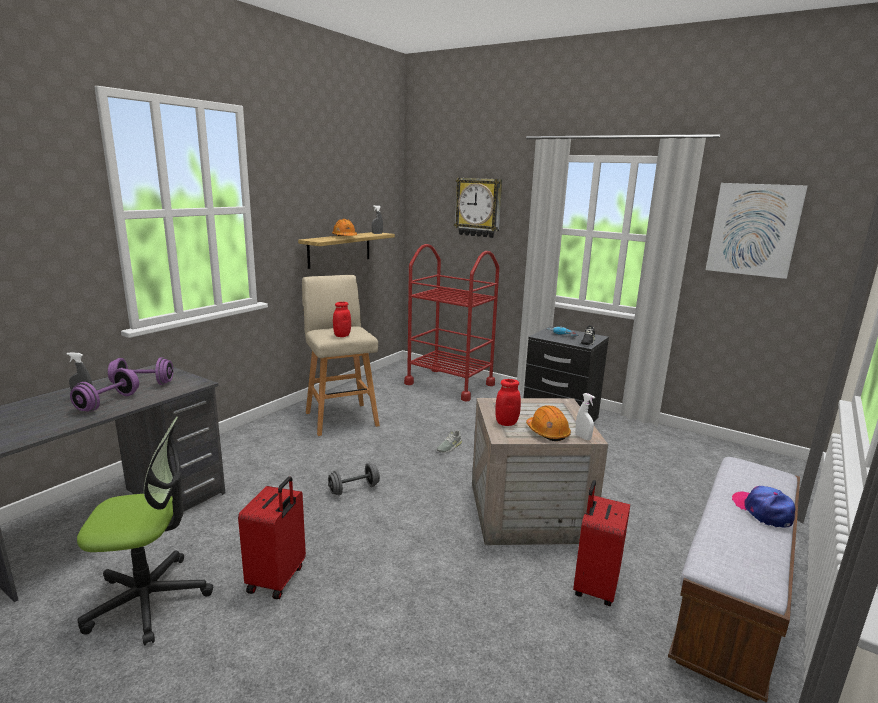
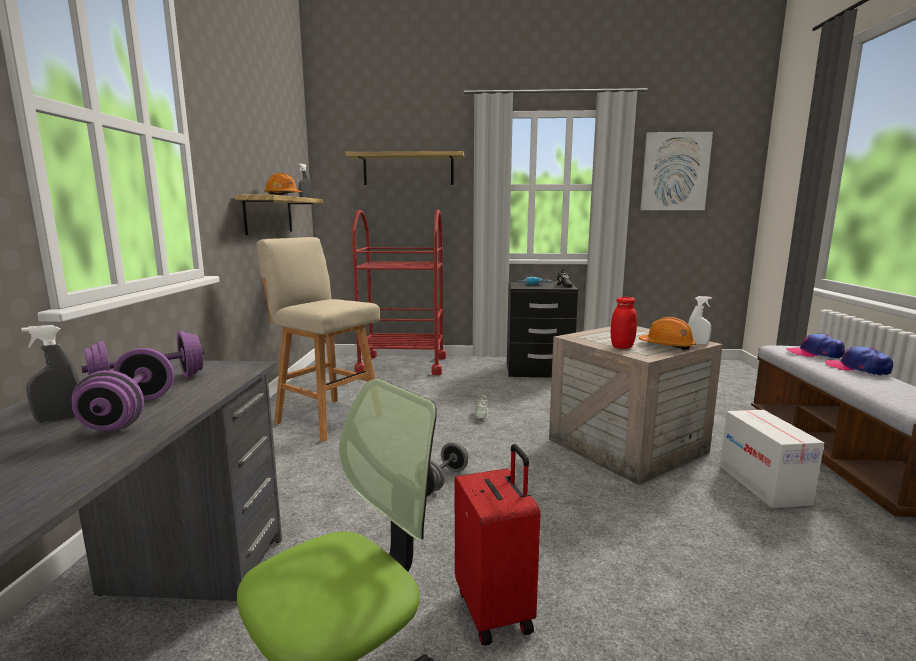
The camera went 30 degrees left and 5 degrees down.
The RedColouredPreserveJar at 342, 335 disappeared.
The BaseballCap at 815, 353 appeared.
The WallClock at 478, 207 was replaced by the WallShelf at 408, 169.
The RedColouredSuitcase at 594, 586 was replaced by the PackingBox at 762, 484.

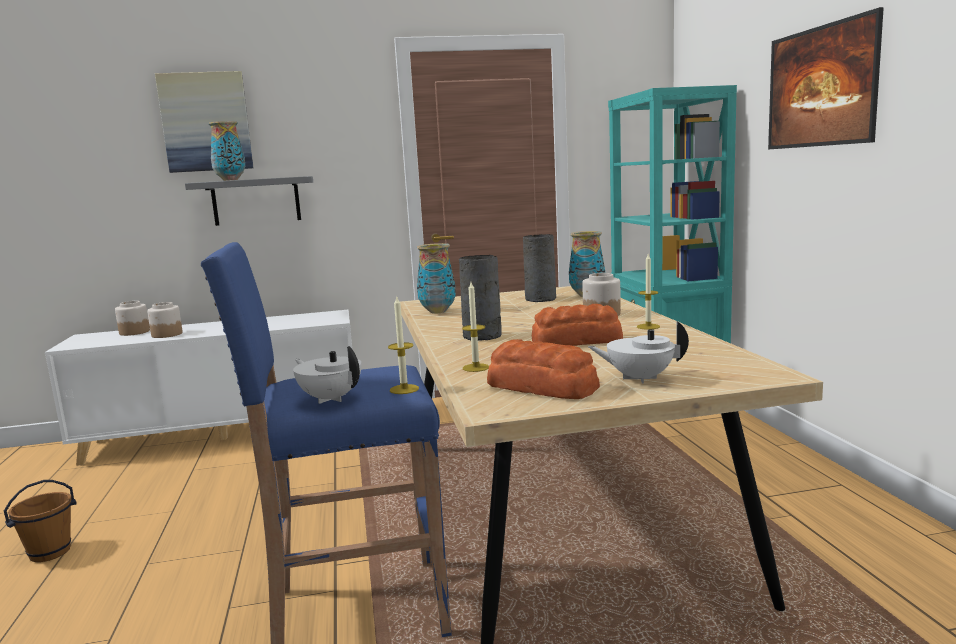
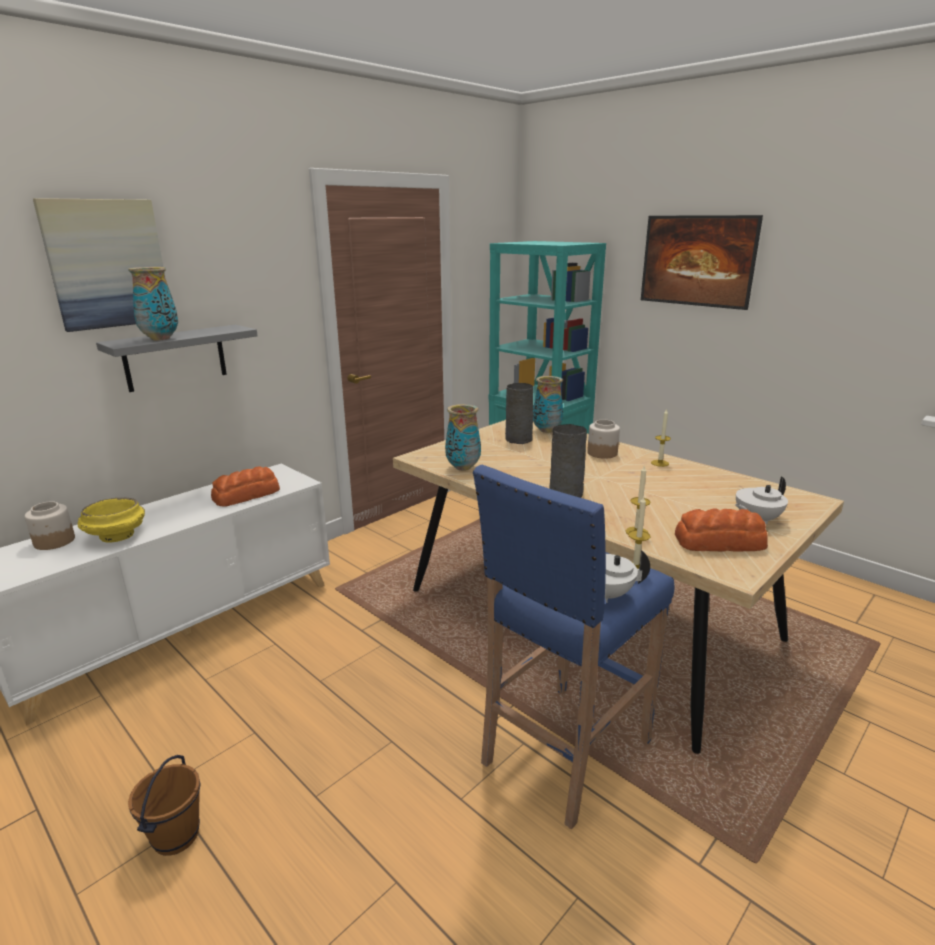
The camera went 35 degrees left and 10 degrees up.
The BakedBread moved from 577, 341 to 247, 495.
The PreserveJar at 166, 334 was replaced by the YellowColouredServingBowl at 116, 537.

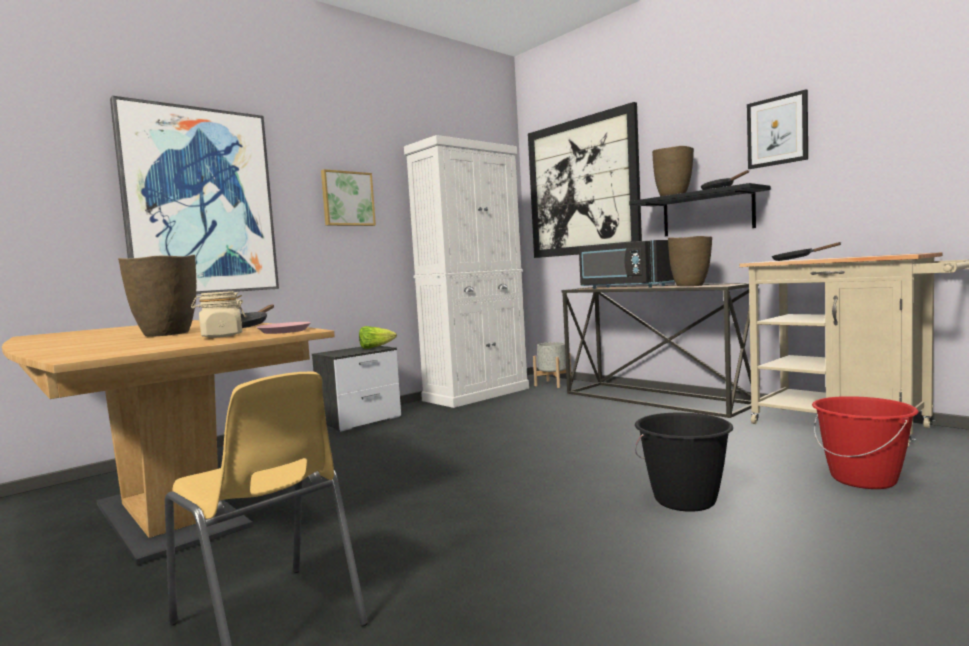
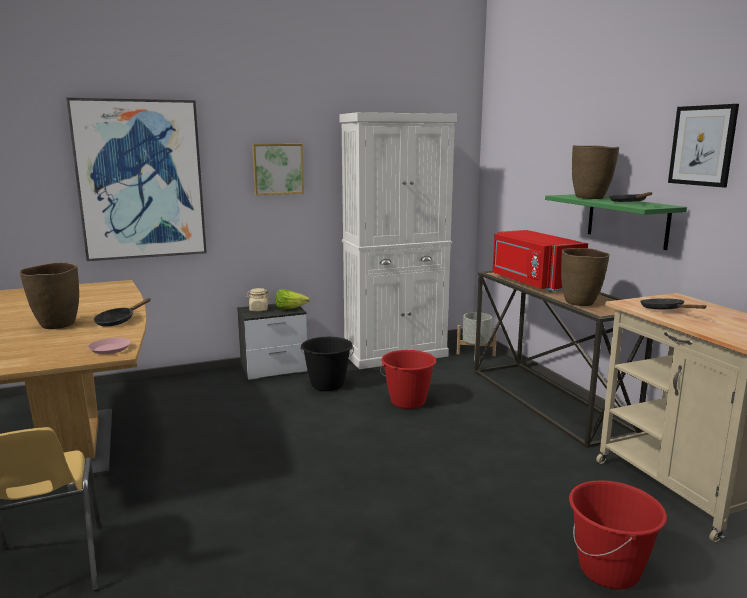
The camera went 20 degrees right and 10 degrees up.
The WallPicture at 582, 187 disappeared.
The RedColouredWaterBucket at 408, 402 appeared.
The BeigePreserveJar moved from 221, 336 to 258, 309.
The BlackColouredWaterBucket moved from 685, 500 to 327, 385.
The BlackColouredMicrowaveOven at 623, 287 became the RedColouredMicrowaveOven at 533, 283.
The BlackColouredWallShelf at 707, 213 became the GreenishWallShelf at 627, 220.

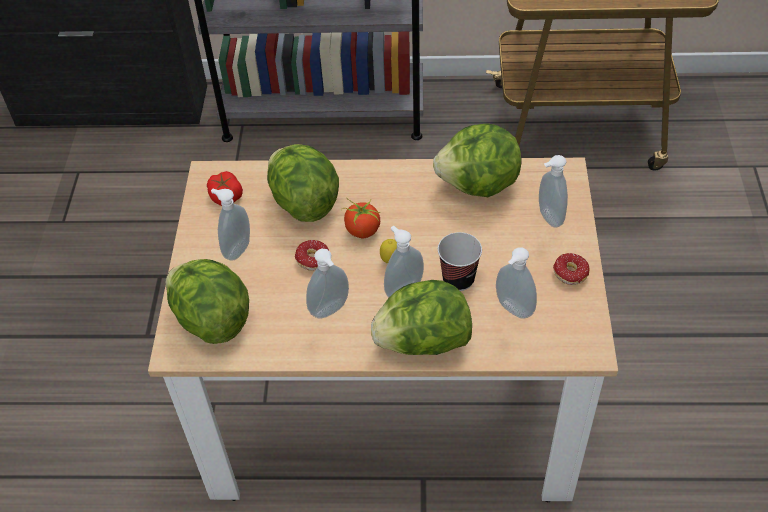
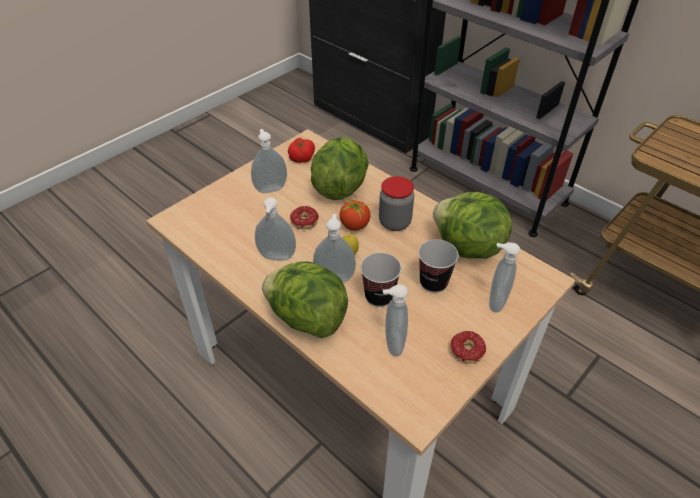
The camera went 40 degrees right and 5 degrees down.
The HeadOfLettuce at 211, 319 disappeared.
The PreserveJar at 394, 222 appeared.
The SmallCup at 433, 283 appeared.

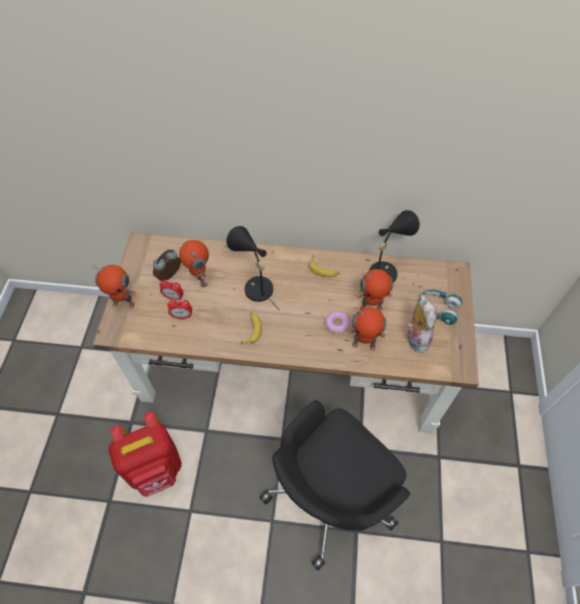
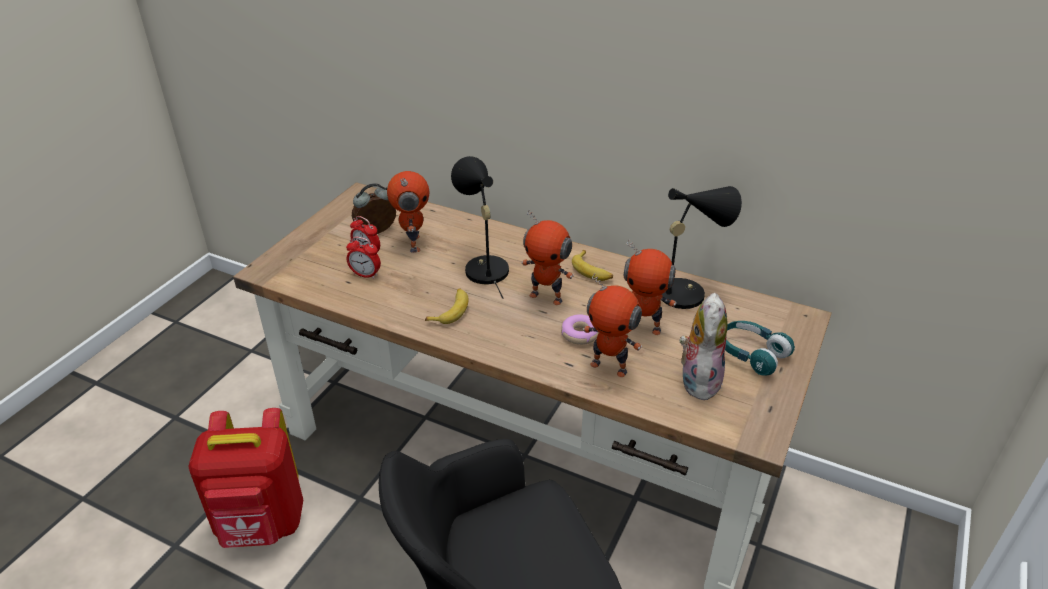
The camera went 20 degrees right and 20 degrees down.
The RobotFigure moved from 124, 303 to 546, 297.

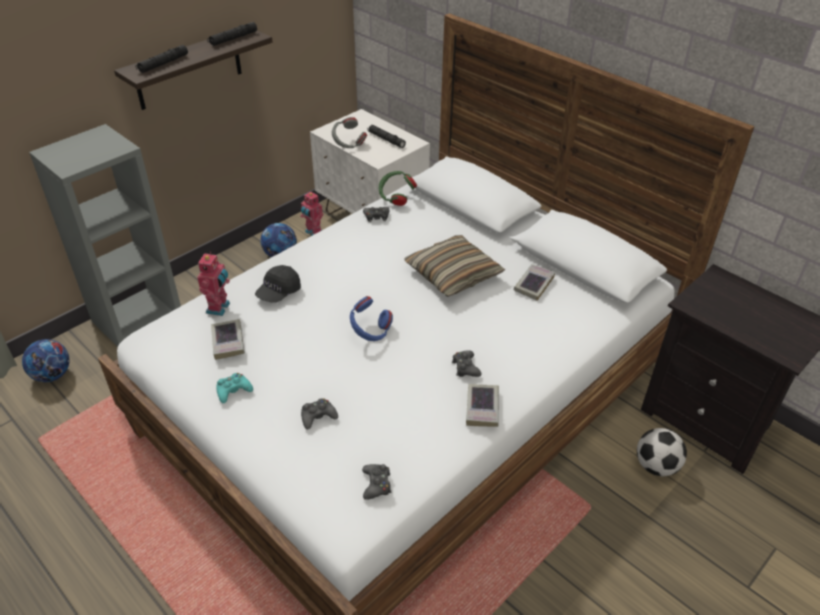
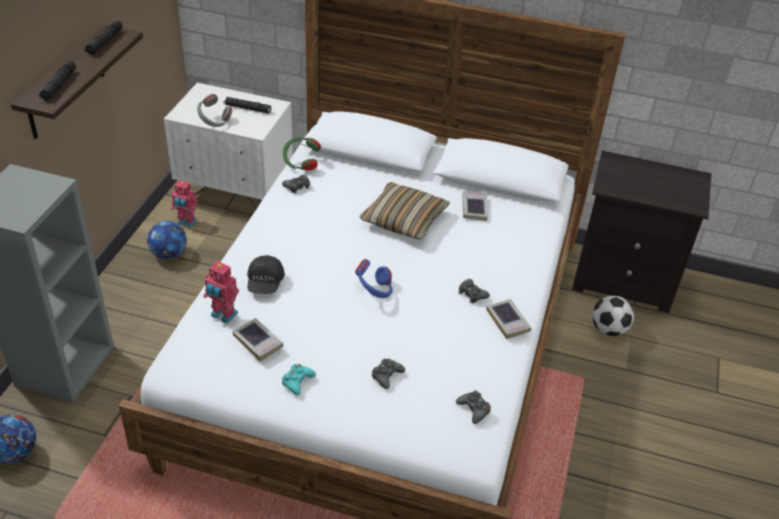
The camera went 30 degrees left and 0 degrees up.
The RobotFigure at 219, 308 turned 135 degrees clockwise.

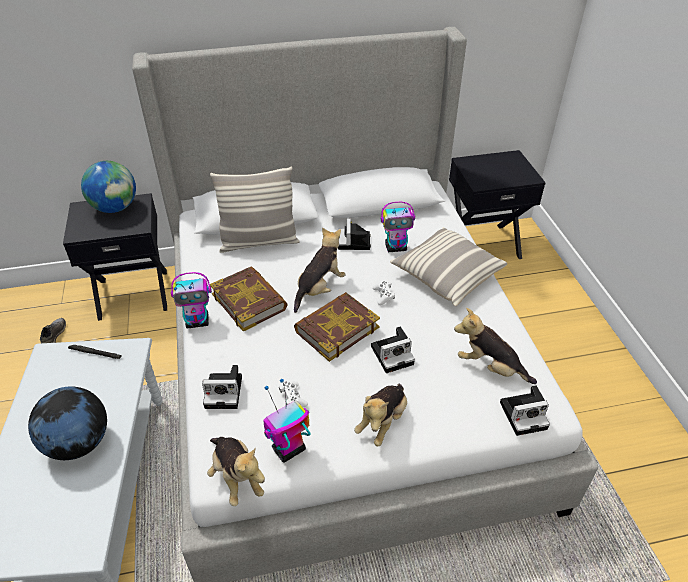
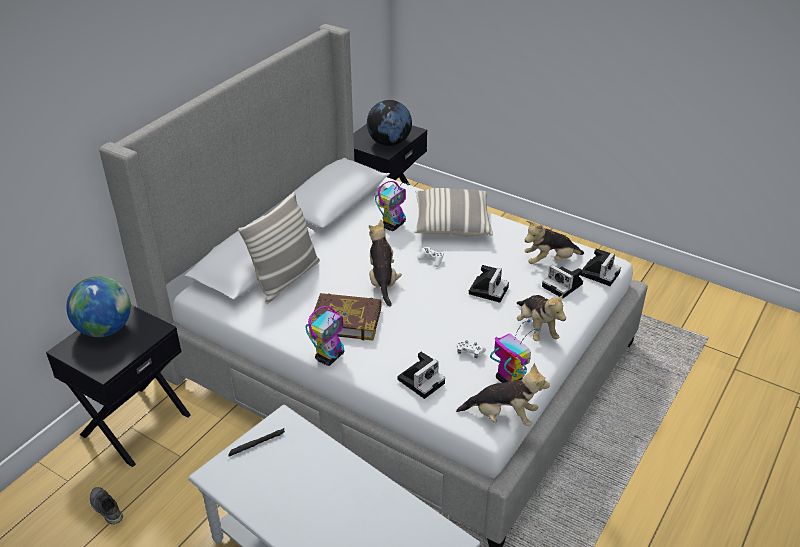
The camera went 45 degrees left and 5 degrees down.
The BoundBook at 336, 329 disappeared.
The DeskGlobe moved from 78, 443 to 389, 143.
The PhotoCamera moved from 354, 242 to 564, 285.
The RobotFigure at 288, 450 turned 135 degrees clockwise.

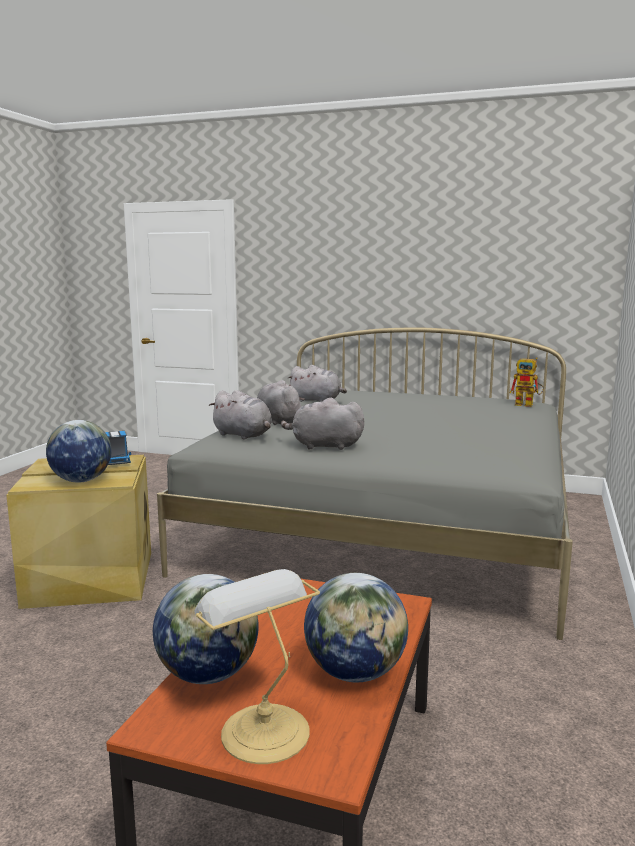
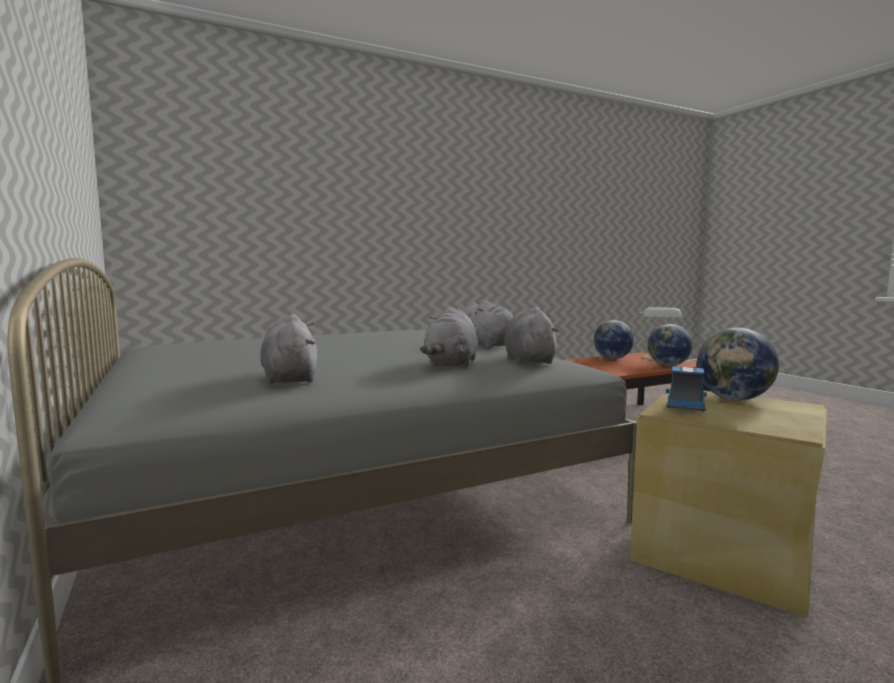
The camera went 135 degrees left and 5 degrees down.
The RobotFigure at 528, 405 disappeared.

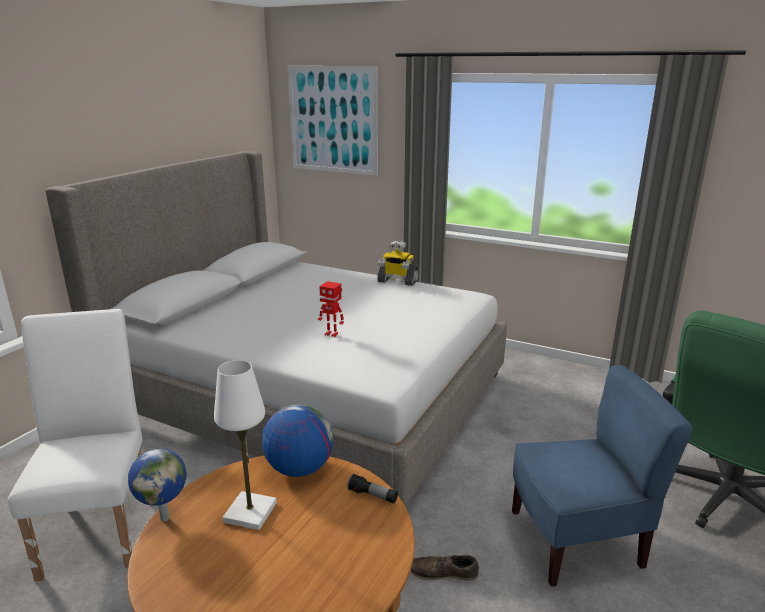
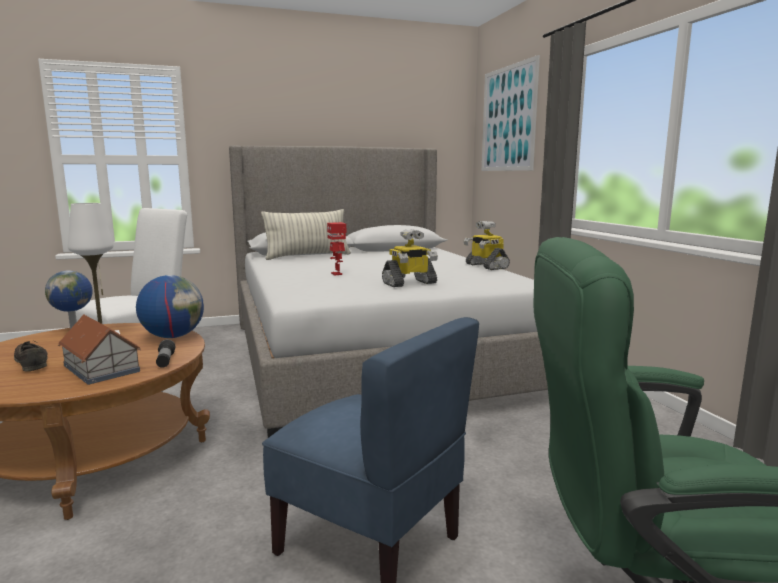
The camera went 45 degrees right and 10 degrees down.
The ModelHouse at 101, 369 appeared.
The Pillow at 307, 256 appeared.
The RobotFigure at 409, 283 appeared.
The BrownishItemOfFootwear moved from 443, 572 to 31, 362.

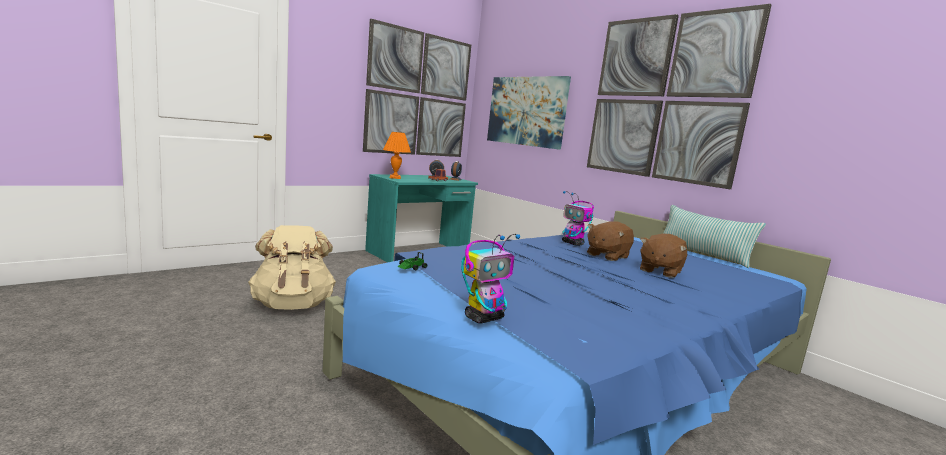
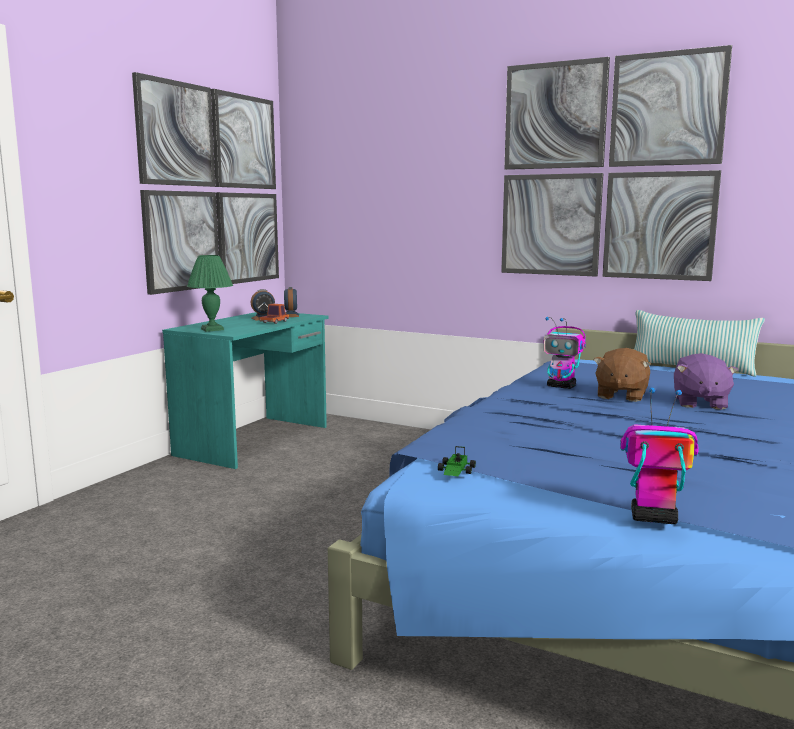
The camera went 20 degrees left and 0 degrees up.
The BeigeBackpack at 293, 305 disappeared.
The WallPicture at 526, 111 disappeared.
The OrangeTabletopLamp at 395, 178 became the GreenishTabletopLamp at 212, 329.
The BrownishPlushToy at 659, 271 became the PurpleColouredPlushToy at 699, 403.
The RobotFigure at 484, 318 turned 105 degrees counterclockwise.

